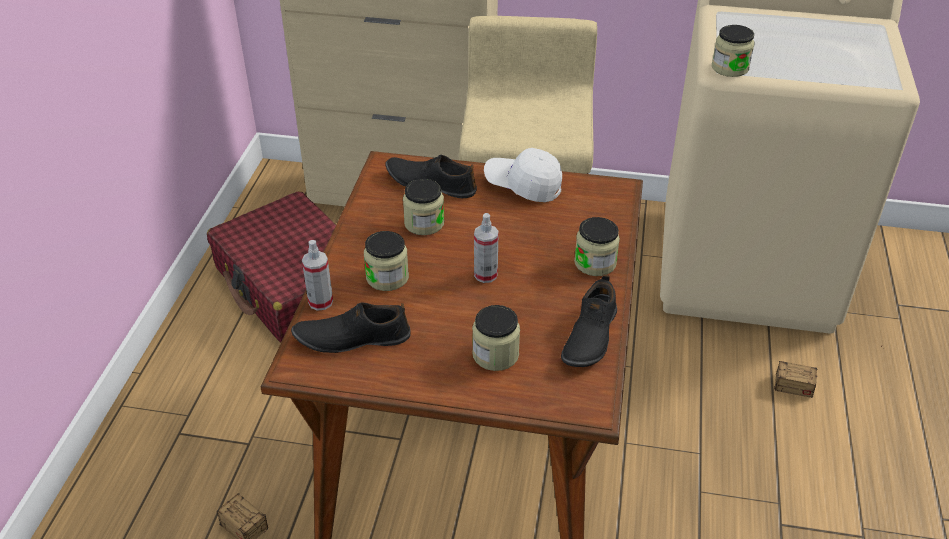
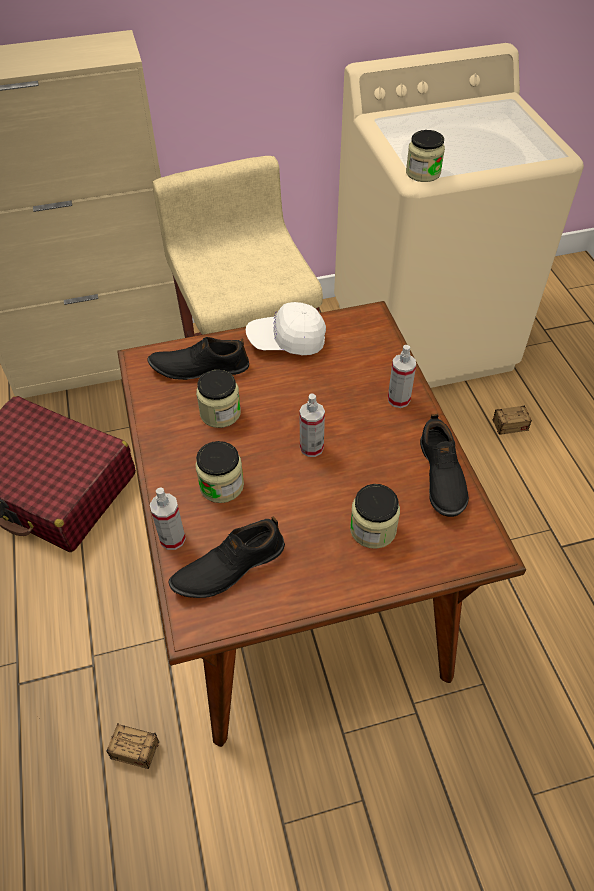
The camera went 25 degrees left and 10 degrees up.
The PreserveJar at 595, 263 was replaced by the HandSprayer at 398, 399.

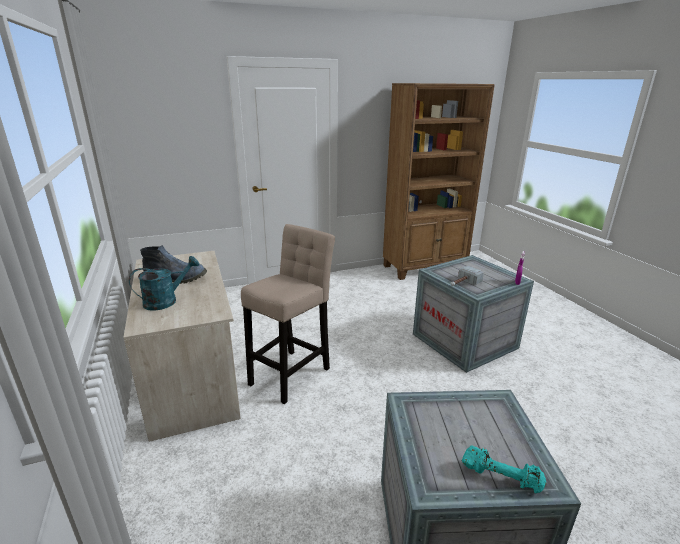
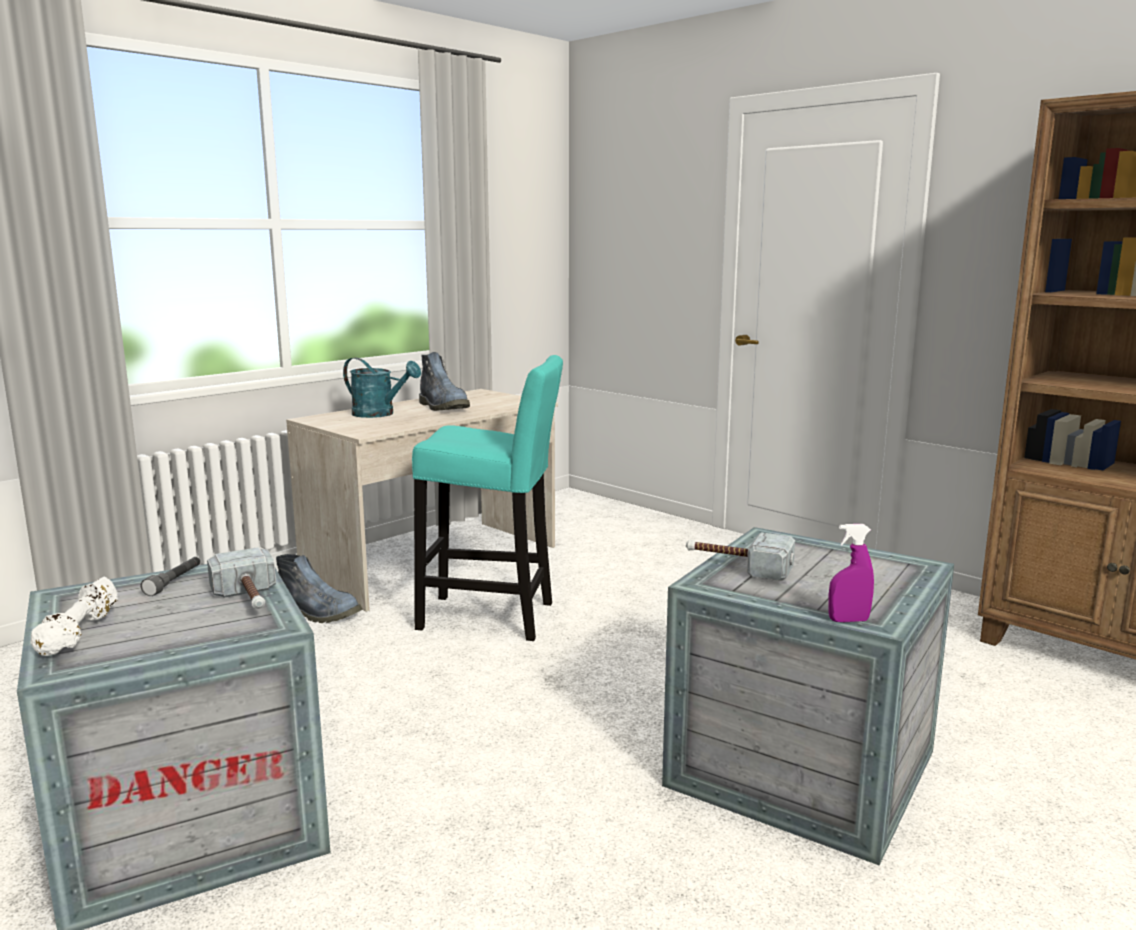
The camera went 65 degrees right and 10 degrees down.
The GreyHandTorch at 174, 582 appeared.
The ToolHammer at 249, 600 appeared.
The Boot at 320, 614 appeared.
The BeigeStool at 292, 373 became the TurquoiseColouredStool at 494, 618.
The TurquoiseColouredFreeWeight at 501, 476 became the WhiteFreeWeight at 81, 634.

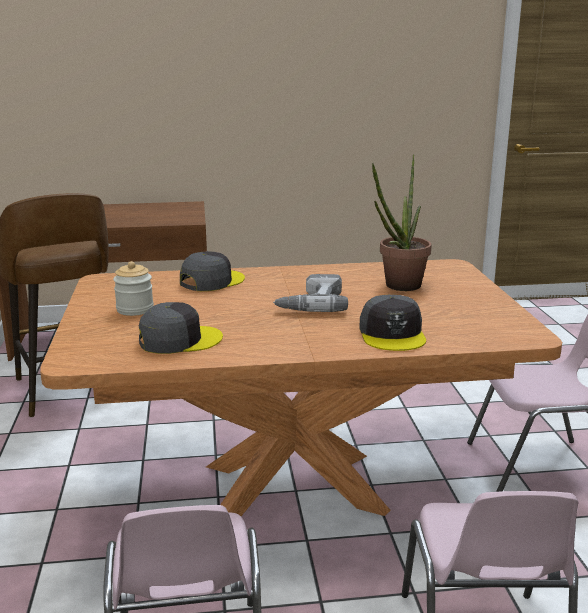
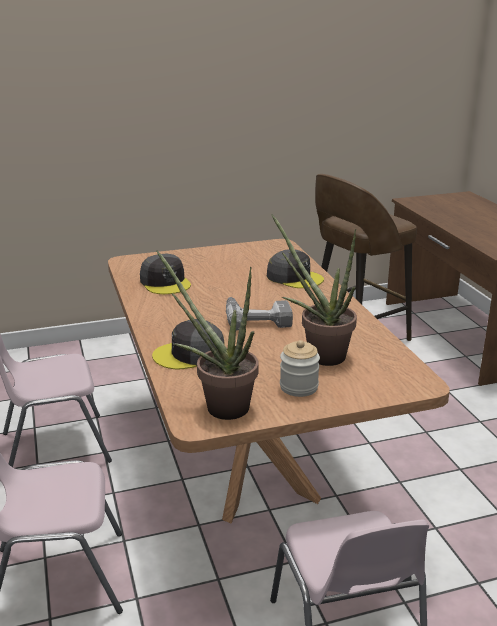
The camera went 80 degrees right and 5 degrees up.
The PlantInAPot at 219, 405 appeared.
The PreserveJar moved from 135, 309 to 299, 387.

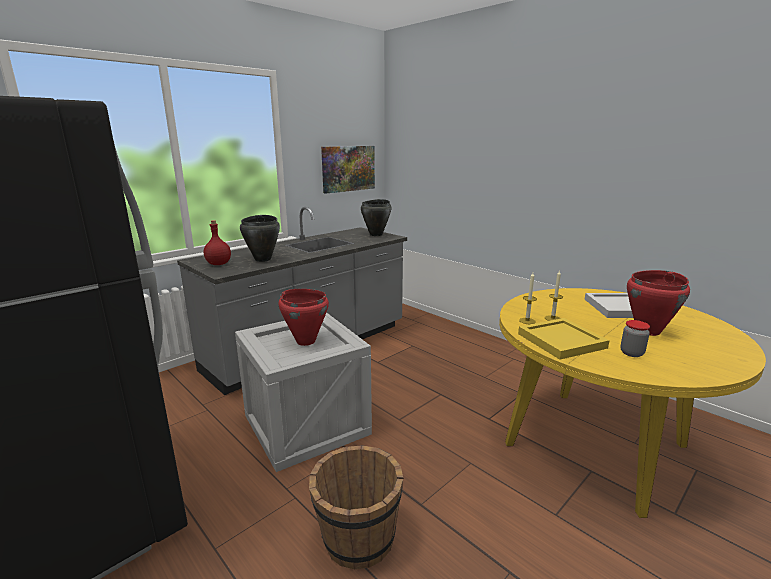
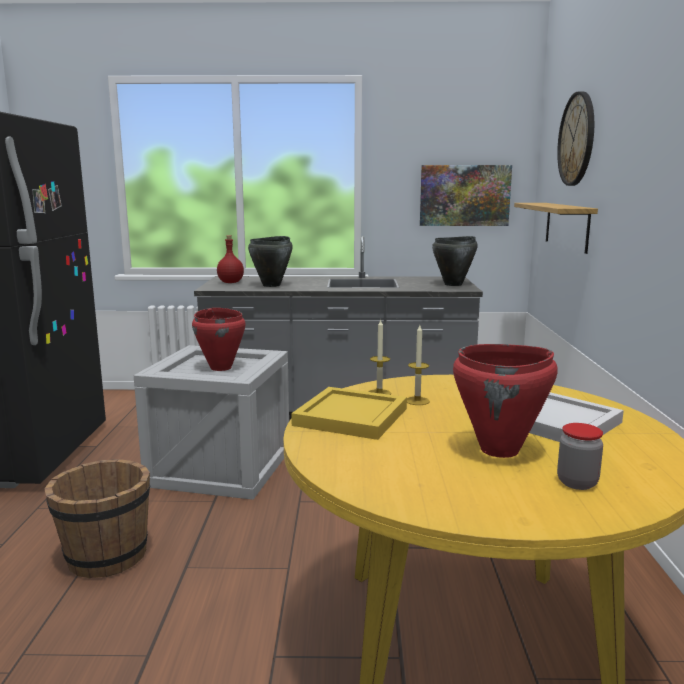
The camera went 45 degrees right and 5 degrees down.
The WallShelf at 567, 226 appeared.
The WallClock at 577, 139 appeared.
The PreserveJar moved from 631, 353 to 577, 483.

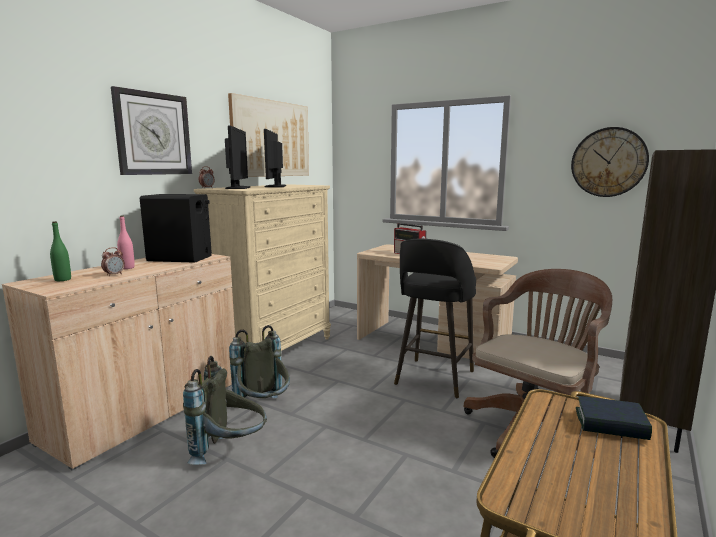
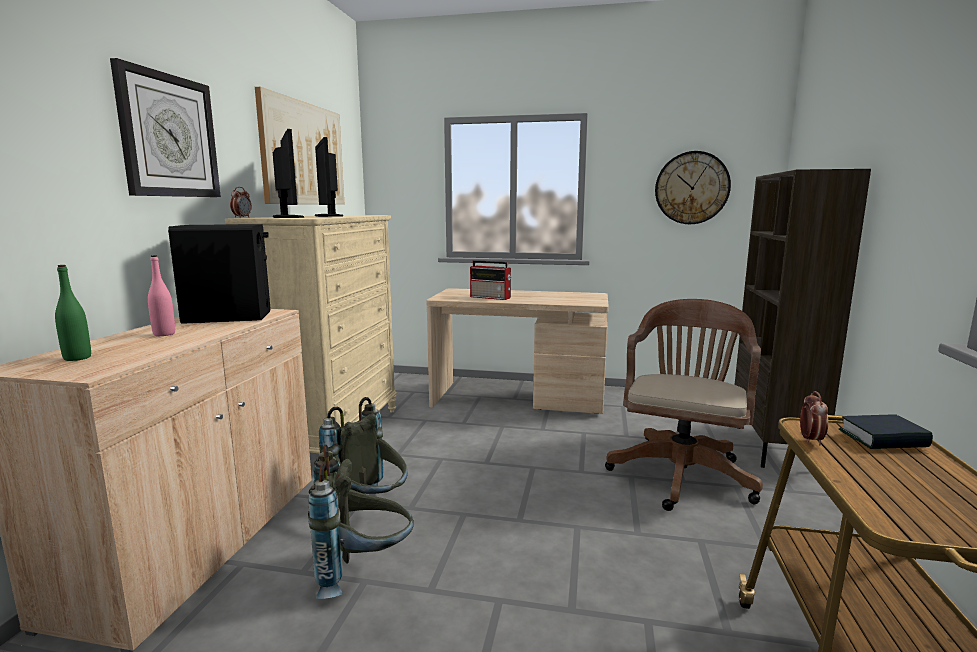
The camera went 20 degrees left and 0 degrees up.
The BlackColouredStool at 433, 379 disappeared.
The TableClock moved from 114, 275 to 810, 440.

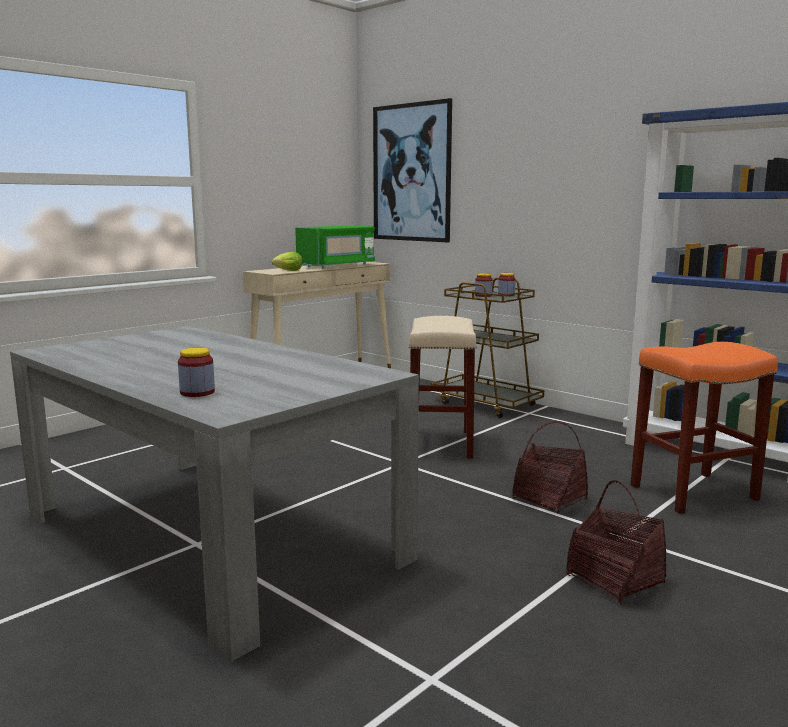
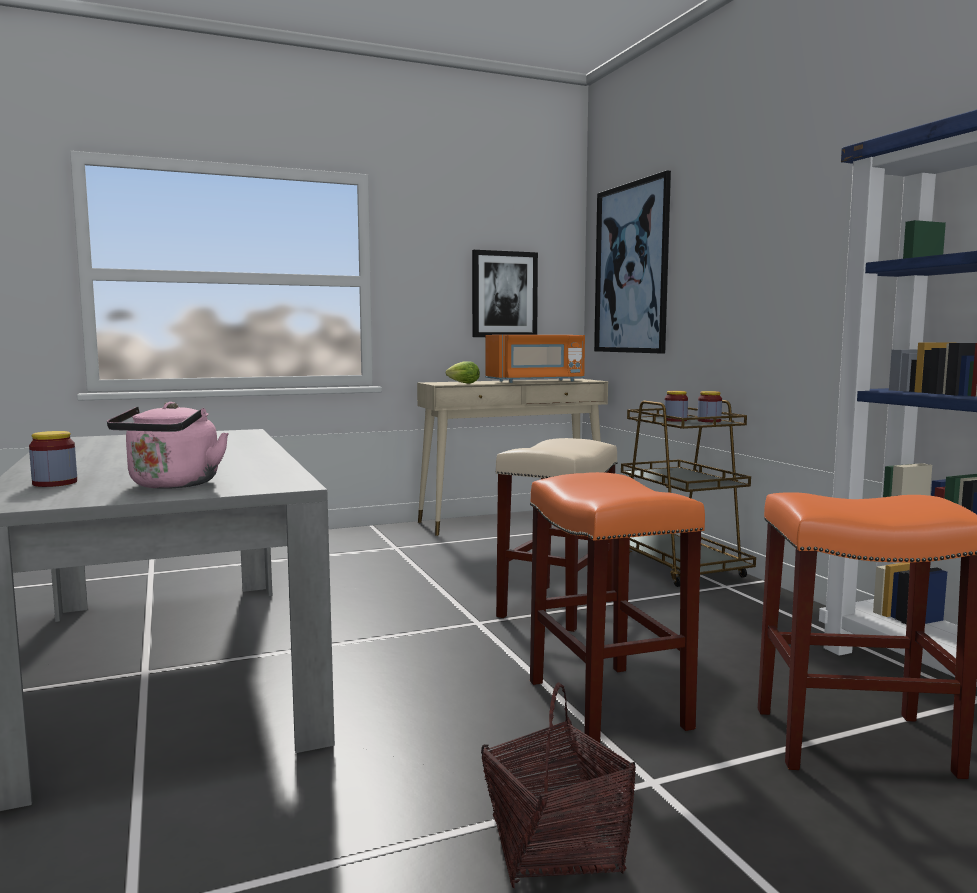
The camera went 25 degrees right and 5 degrees down.
The PinkishTeaKettle at 172, 485 appeared.
The WallPicture at 504, 294 appeared.
The StorageBasket at 550, 499 was replaced by the OrangeStool at 609, 705.
The GreenishMicrowaveOven at 337, 266 became the OrangeMicrowaveOven at 536, 381.

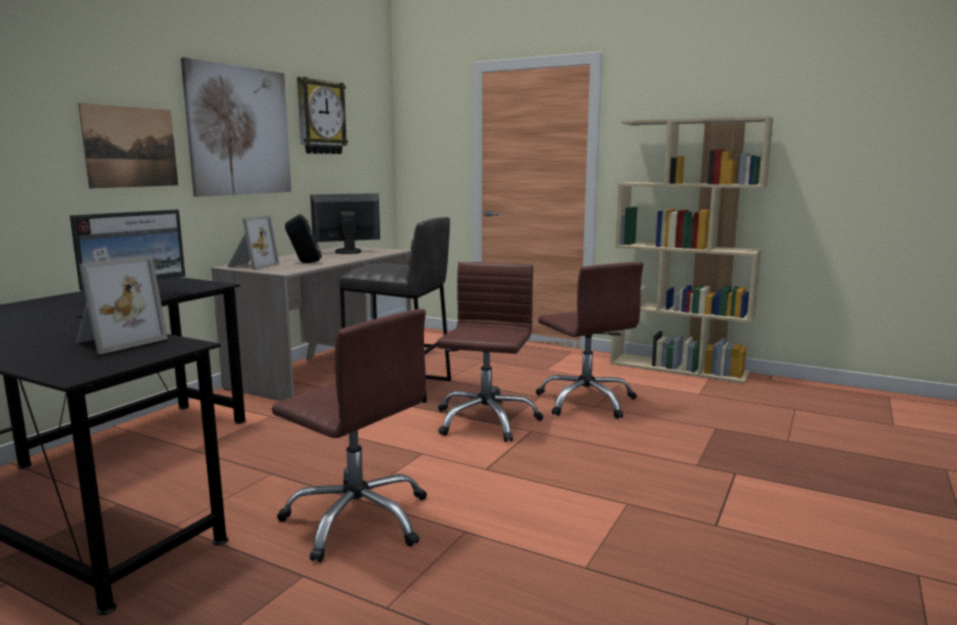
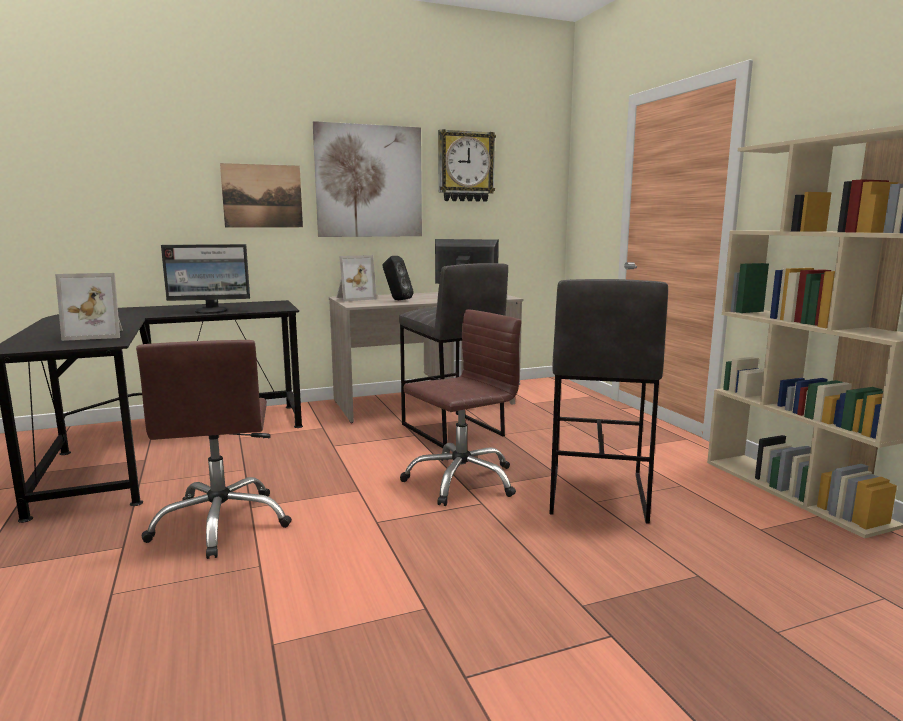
The camera went 40 degrees right and 0 degrees up.
The BrownishDeskChair at 586, 401 was replaced by the GreyStool at 595, 493.

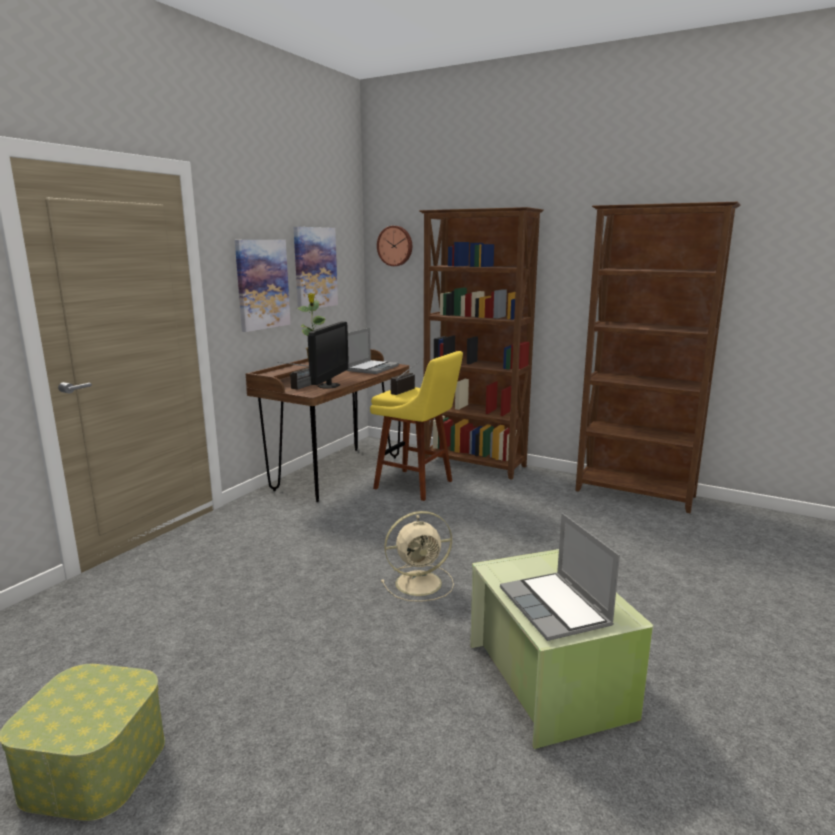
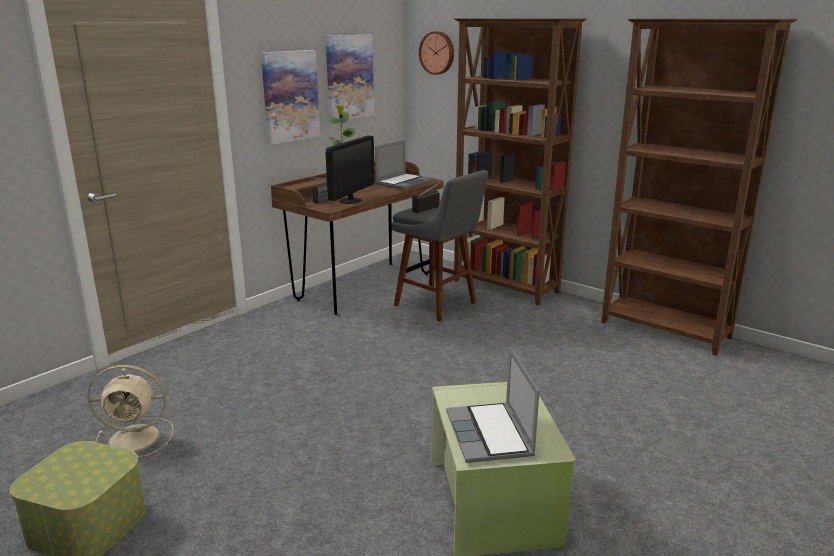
The camera went 10 degrees right and 5 degrees up.
The BeigeCoolingFan moved from 420, 583 to 136, 438.
The YellowColouredStool at 417, 485 became the GreyStool at 438, 305.

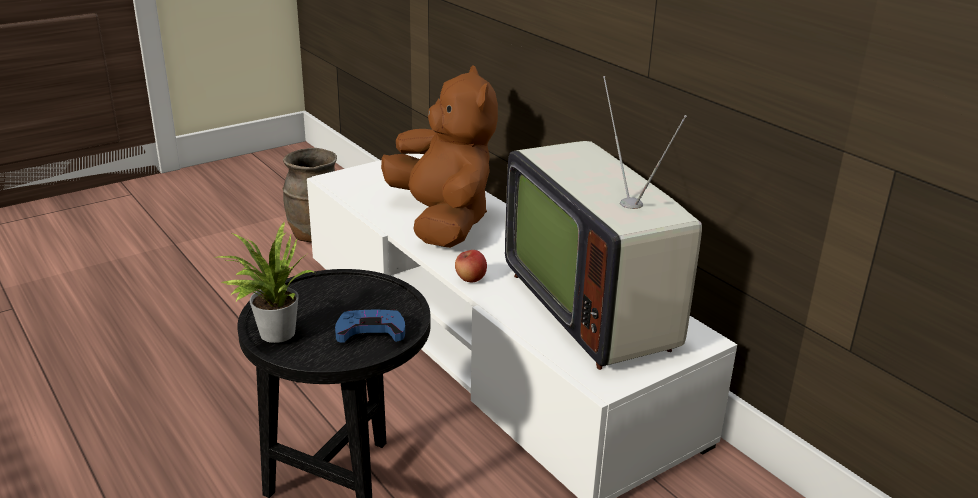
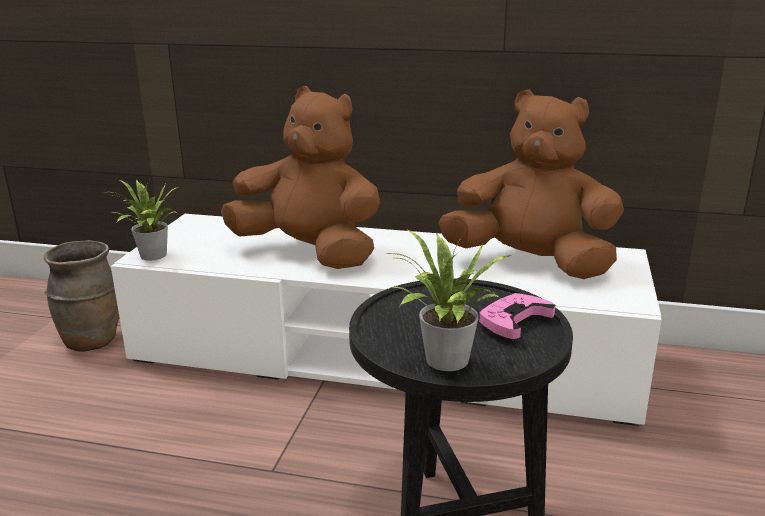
The camera went 40 degrees left and 5 degrees down.
The AppleFruit at 470, 279 disappeared.
The PlantInAPot at 150, 256 appeared.
The TvSet at 595, 307 was replaced by the BrownishPlushToy at 530, 263.
The BlueJoypad at 370, 331 became the PinkishJoypad at 514, 320.

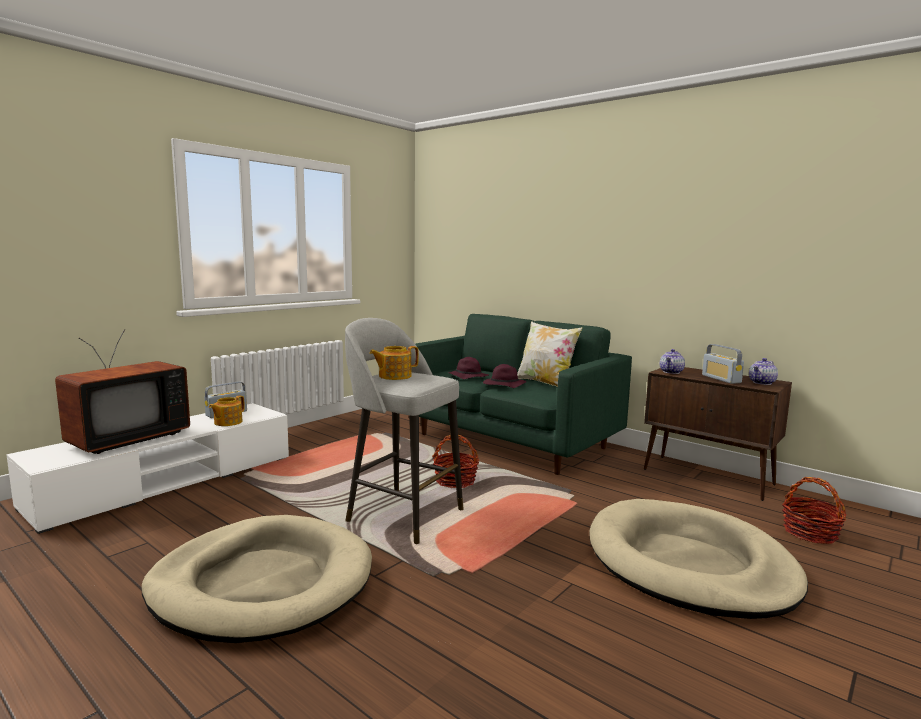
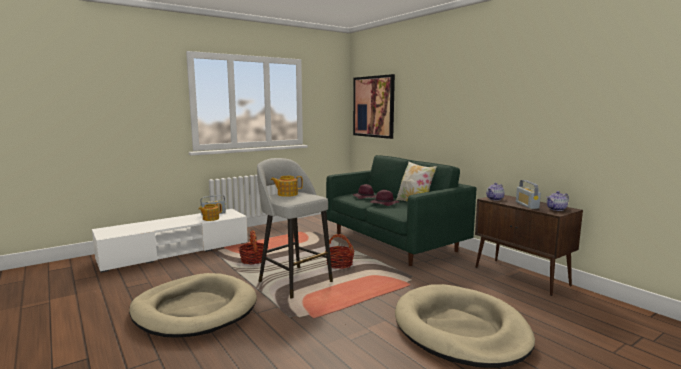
The camera went 15 degrees right and 0 degrees up.
The TvSet at 124, 439 disappeared.
The WallPicture at 373, 106 appeared.
The StorageBasket moved from 810, 533 to 253, 260.

